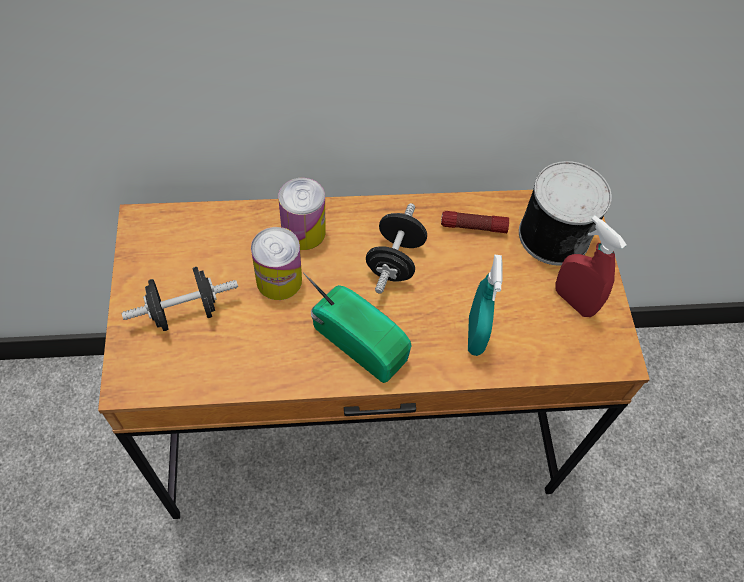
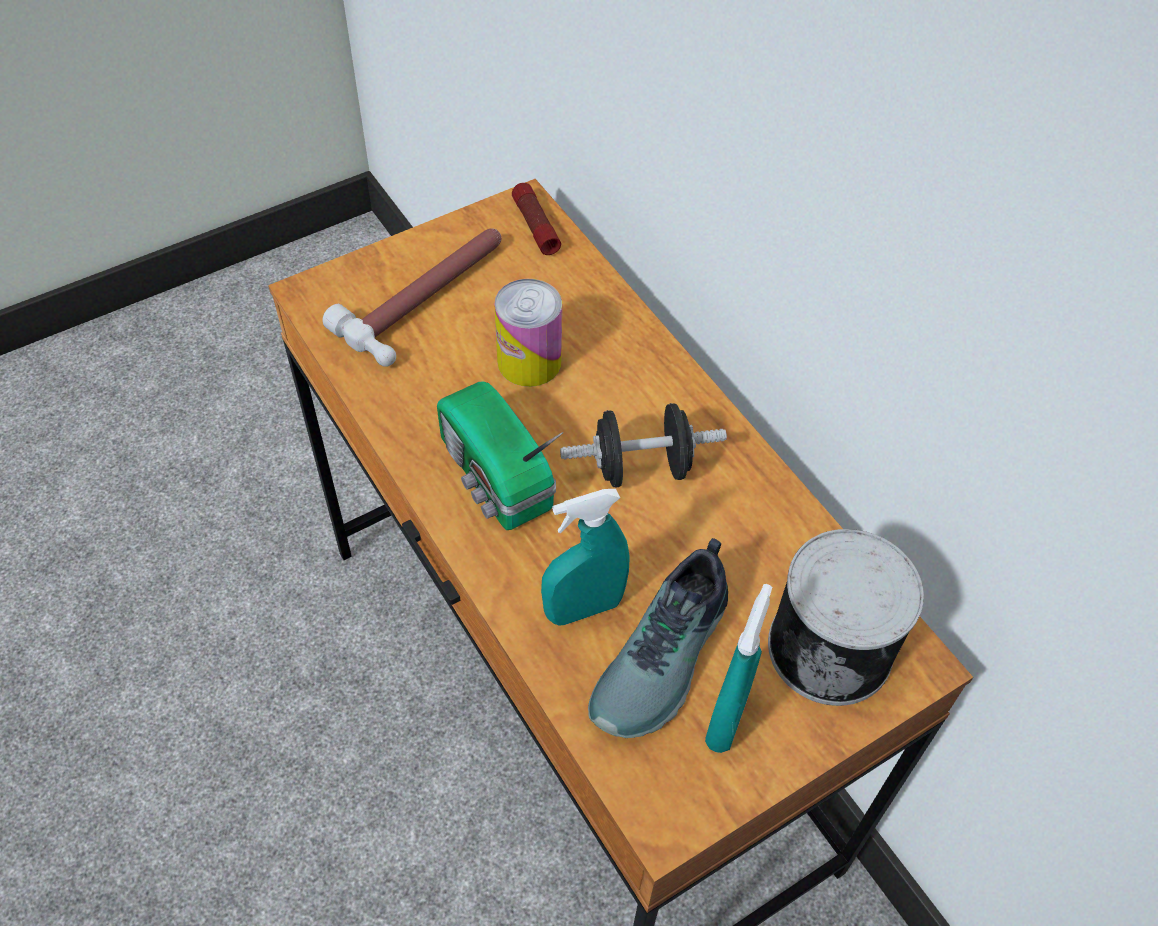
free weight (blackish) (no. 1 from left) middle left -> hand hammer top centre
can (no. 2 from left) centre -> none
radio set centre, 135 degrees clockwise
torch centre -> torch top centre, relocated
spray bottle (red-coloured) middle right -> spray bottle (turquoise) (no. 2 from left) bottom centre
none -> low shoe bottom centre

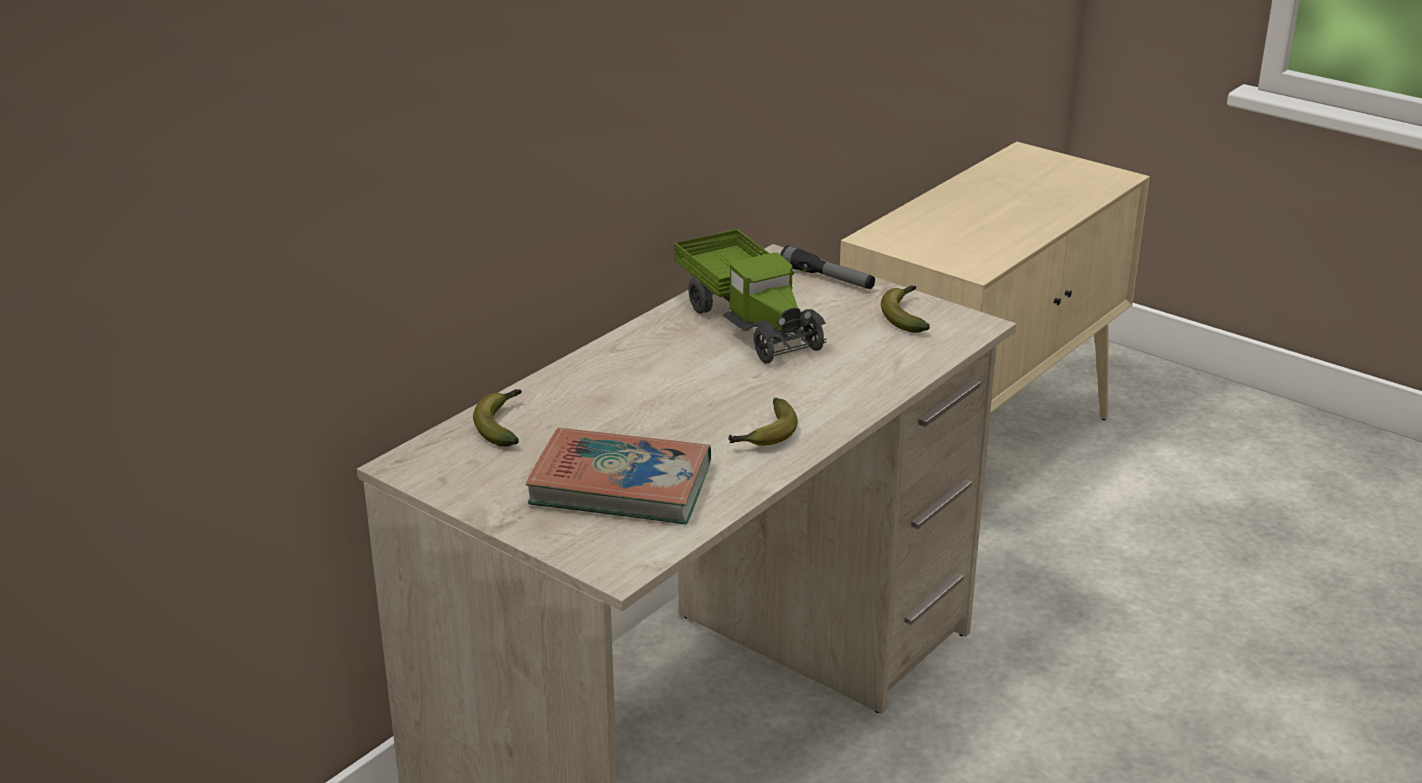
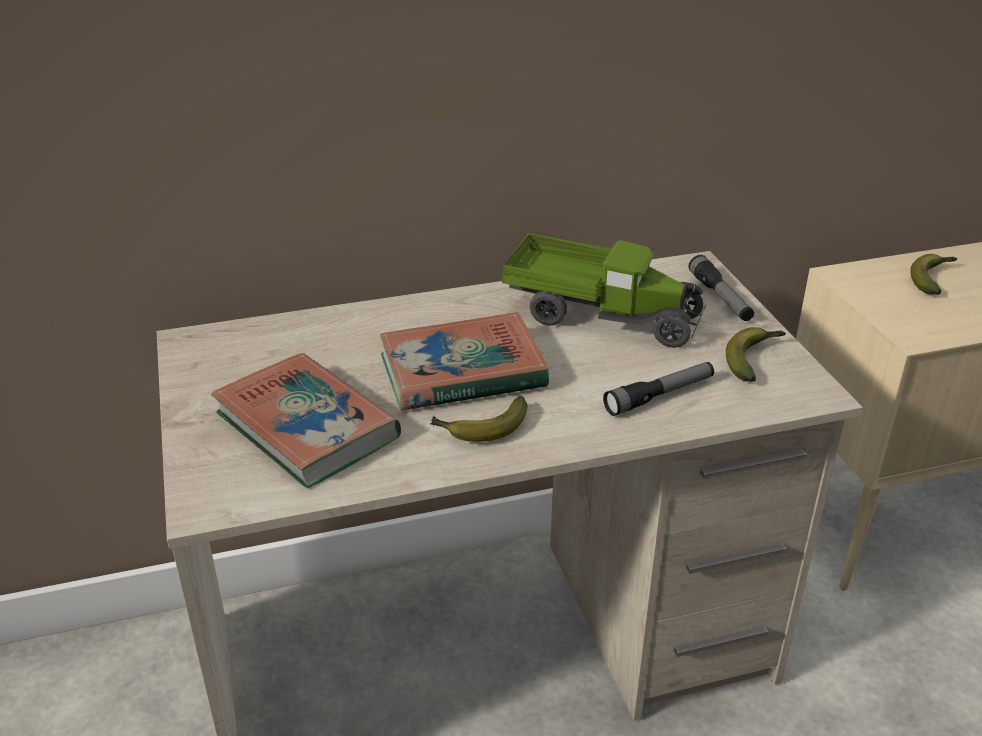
banana (no. 1 from left in the first image) centre -> banana (no. 3 from left) middle right, relocated
toy truck centre, 75 degrees counterclockwise
none -> book (no. 2 from left) centre
none -> torch (no. 1 from left) middle right

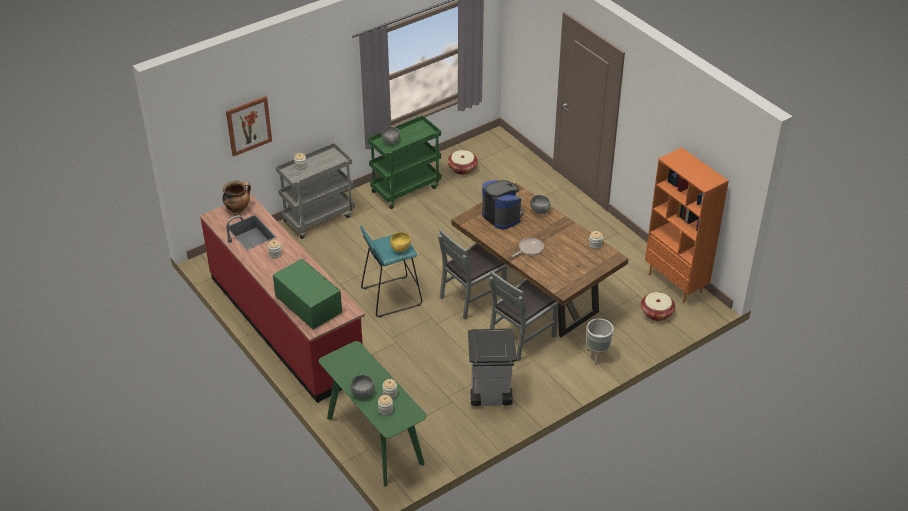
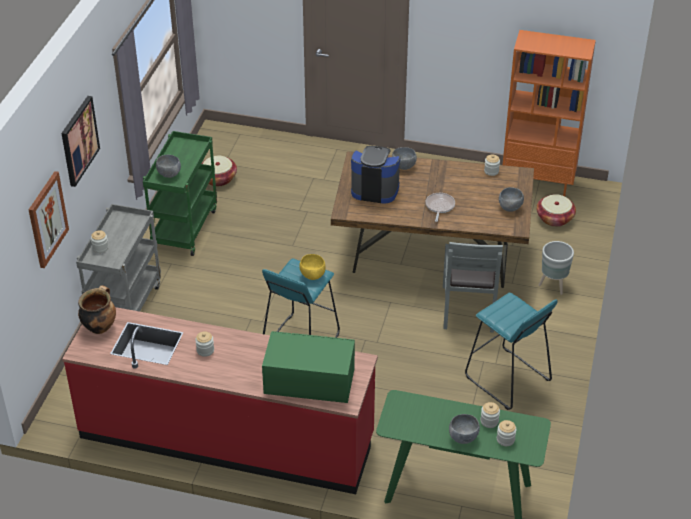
plain chair (greyish) (no. 1 from left) centre -> none
waste bin (greyish) bottom centre -> sitting stool (turquoise) (no. 2 from left) bottom right
none -> wall picture (no. 2 from left) top left
none -> bowl (greyish) (no. 4 from left) middle right

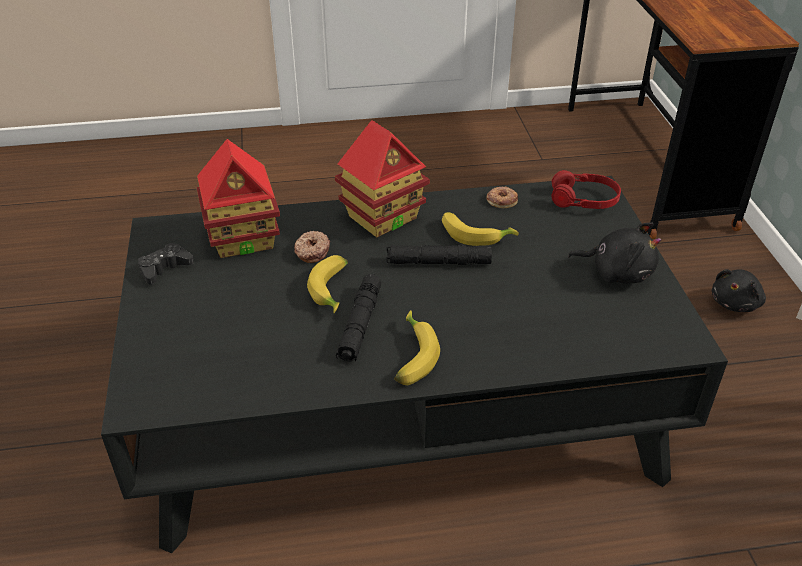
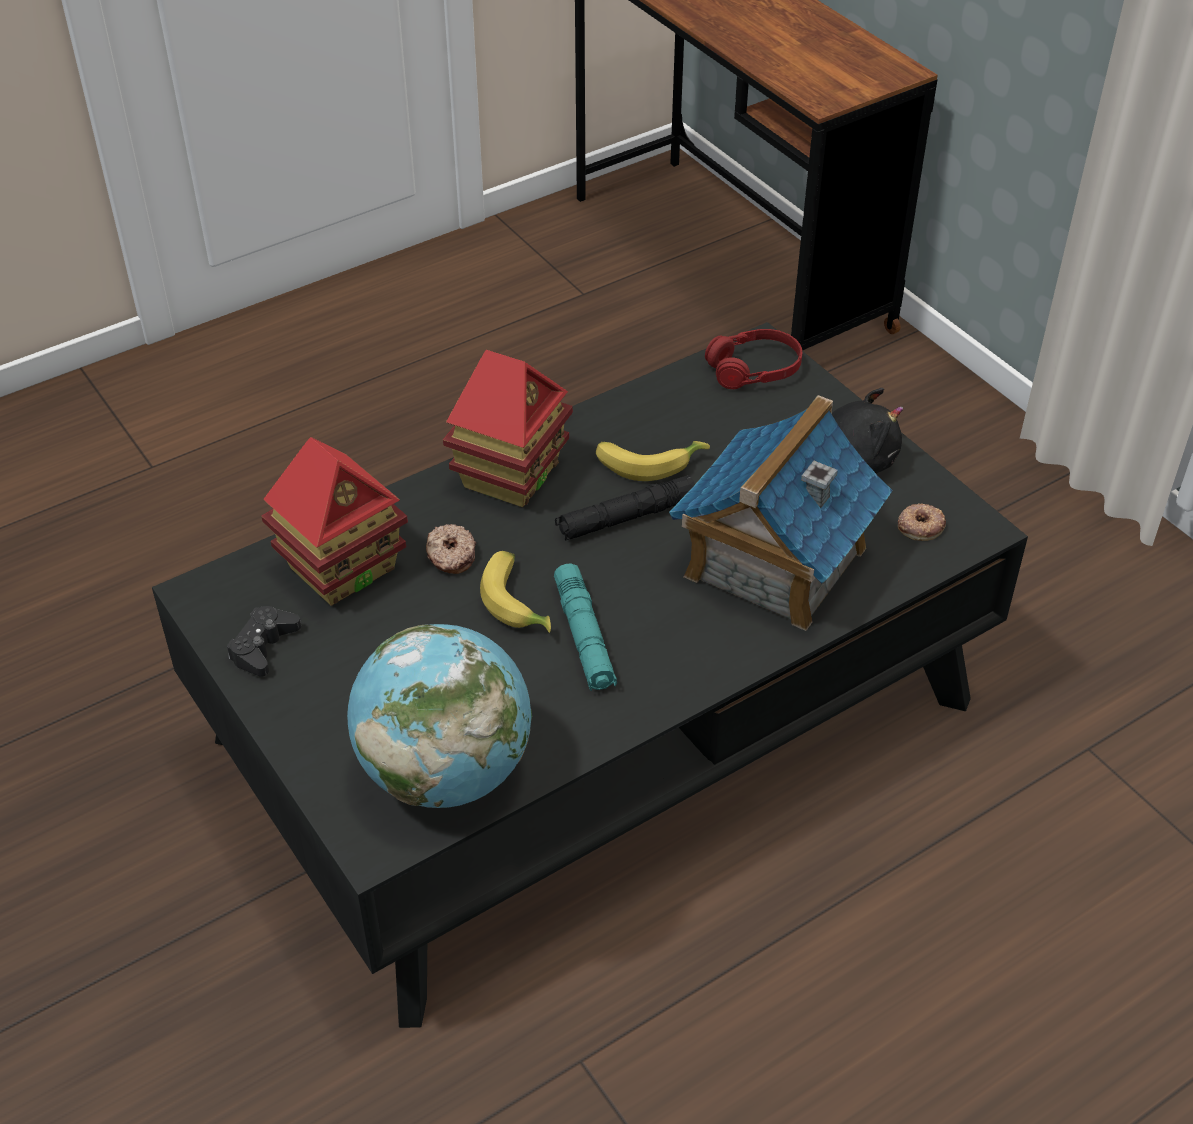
torch (blackish) (no. 1 from left) centre -> torch (turquoise) centre
banana (no. 2 from left) centre -> none
ring doughnut (no. 2 from left) centre -> ring doughnut (no. 2 from left) middle right, relocated
plush toy (blackish) (no. 2 from left) middle right -> none
none -> world globe centre
none -> model house (no. 3 from left) centre

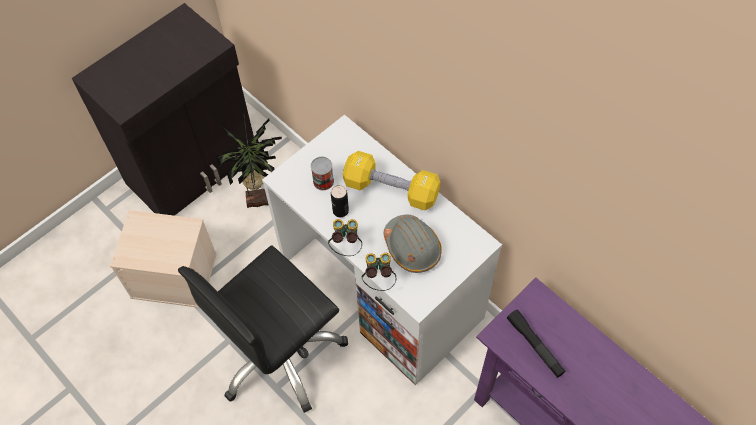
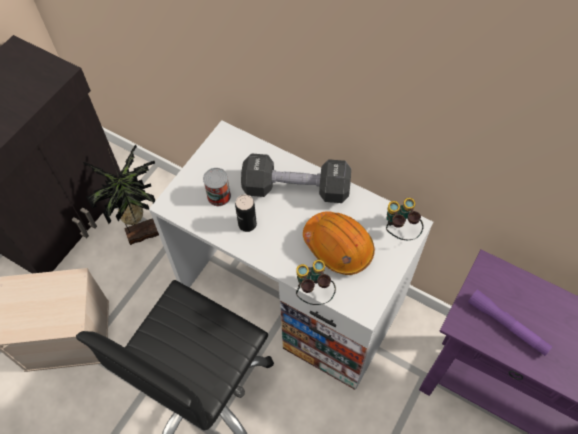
binoculars (no. 1 from left in the first image) centre -> binoculars (no. 2 from left) middle right, relocated
free weight (yellow-coloured) centre -> free weight (blackish) centre
safety helmet (greyish) centre -> safety helmet (orange-coloured) centre
torch (blackish) bottom right -> torch (purple-coloured) bottom right

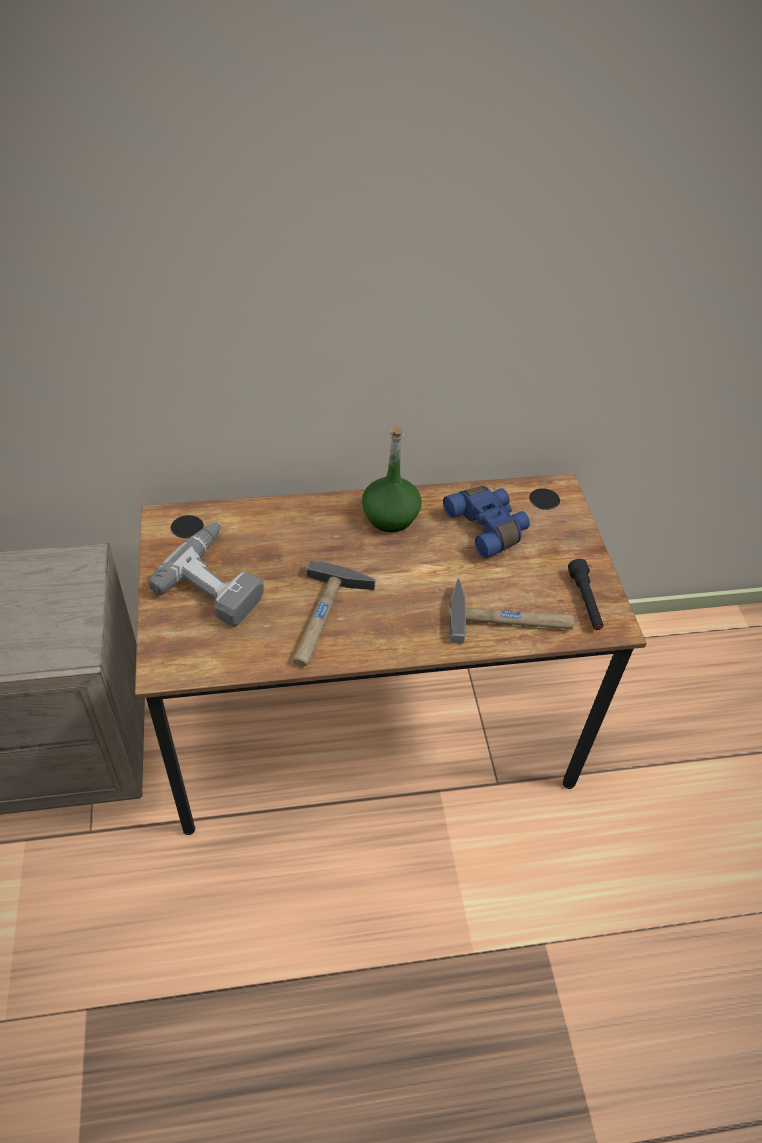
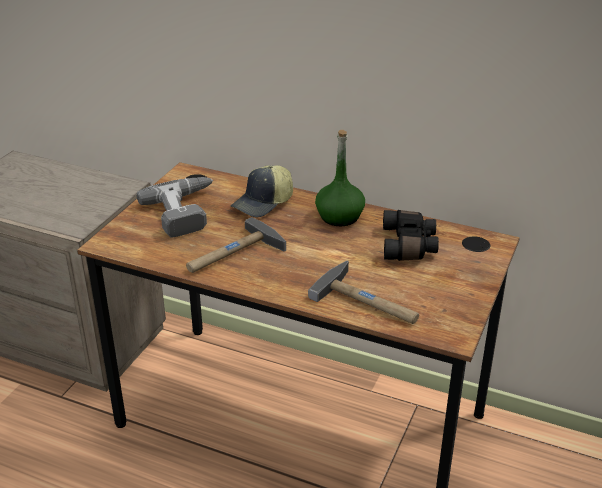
binoculars (bluish) centre -> binoculars (blackish) middle right
torch (blackish) middle right -> none
none -> baseball cap centre

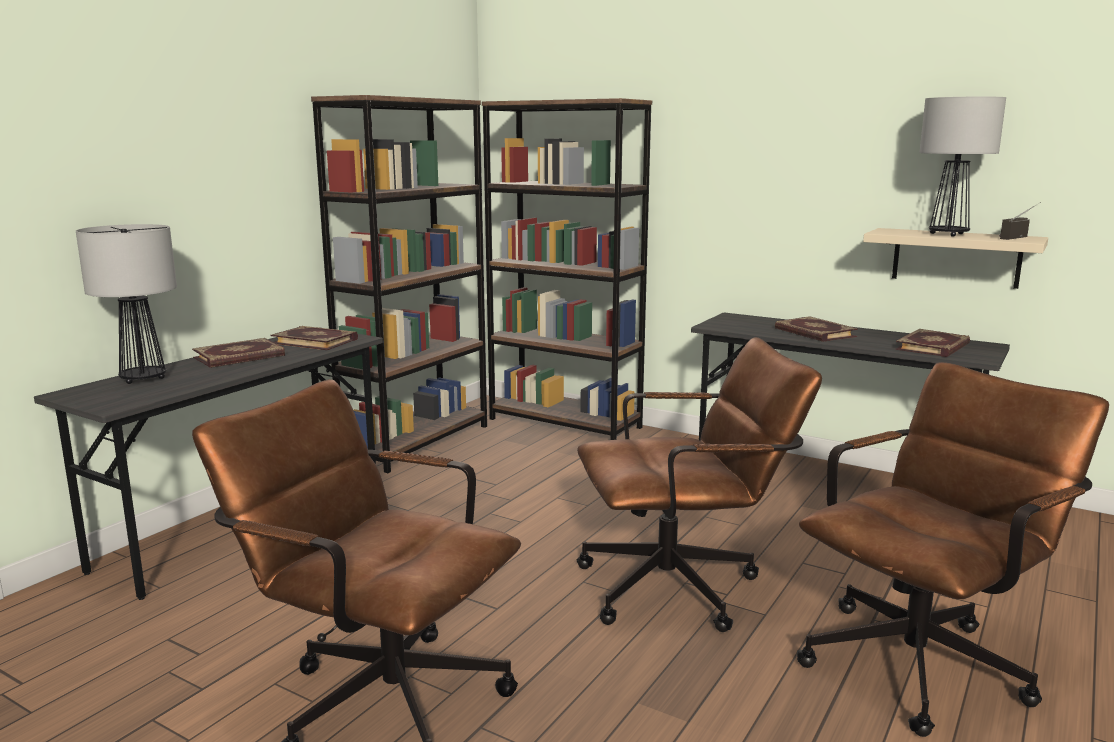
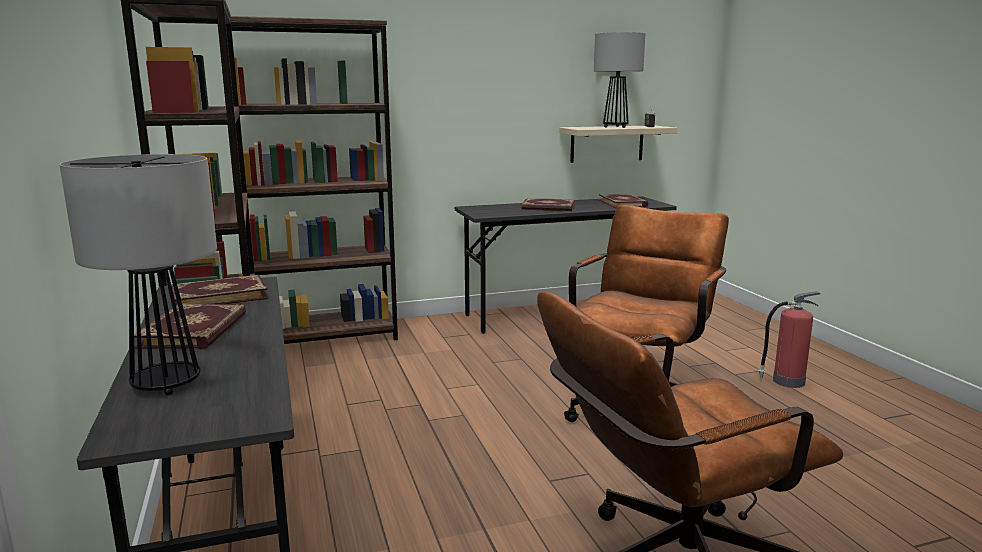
office chair (brown) (no. 3 from left) bottom right -> fire extinguisher middle right

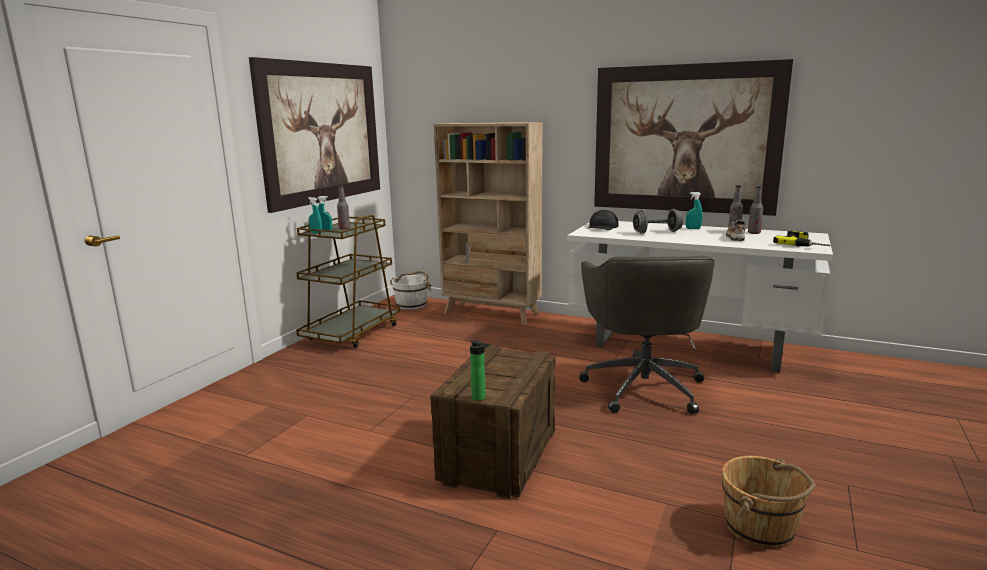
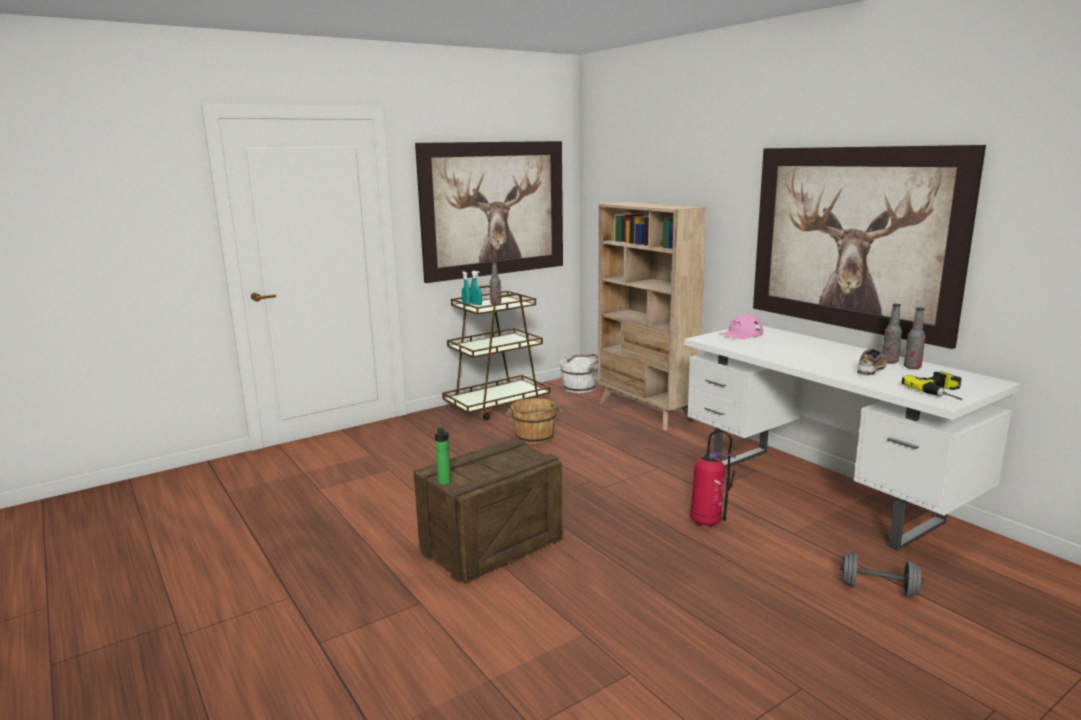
office chair (greyish) centre -> fire extinguisher centre
baseball cap (blackish) centre -> baseball cap (pink-coloured) middle right
free weight (greyish) middle right -> free weight (greyish) bottom right, relocated
spray bottle (turquoise) (no. 3 from left) middle right -> none
water bucket (brown) bottom right -> water bucket (brown) centre, relocated

